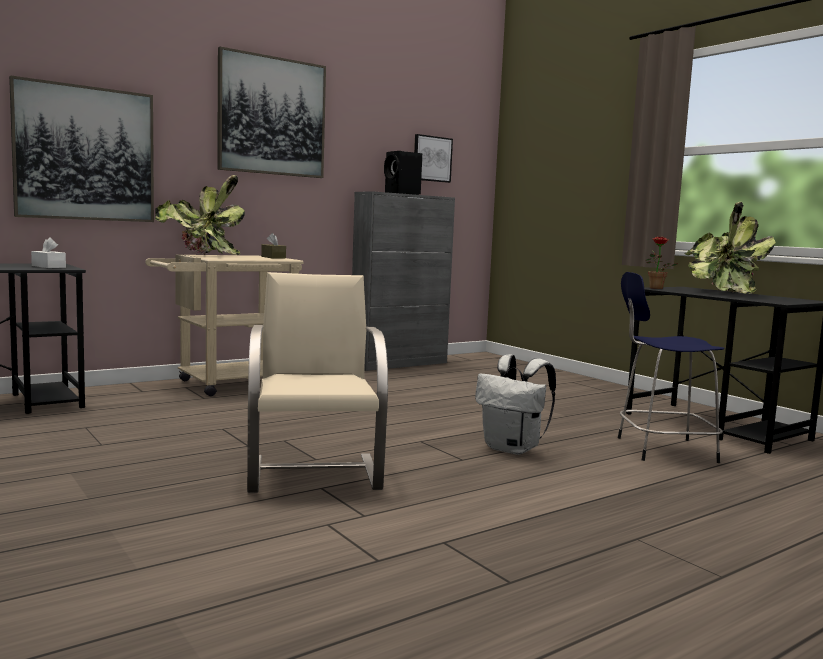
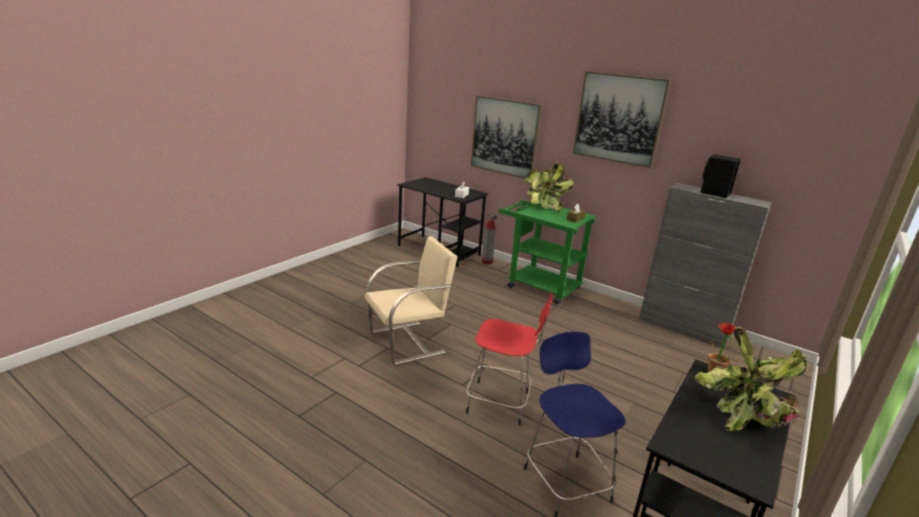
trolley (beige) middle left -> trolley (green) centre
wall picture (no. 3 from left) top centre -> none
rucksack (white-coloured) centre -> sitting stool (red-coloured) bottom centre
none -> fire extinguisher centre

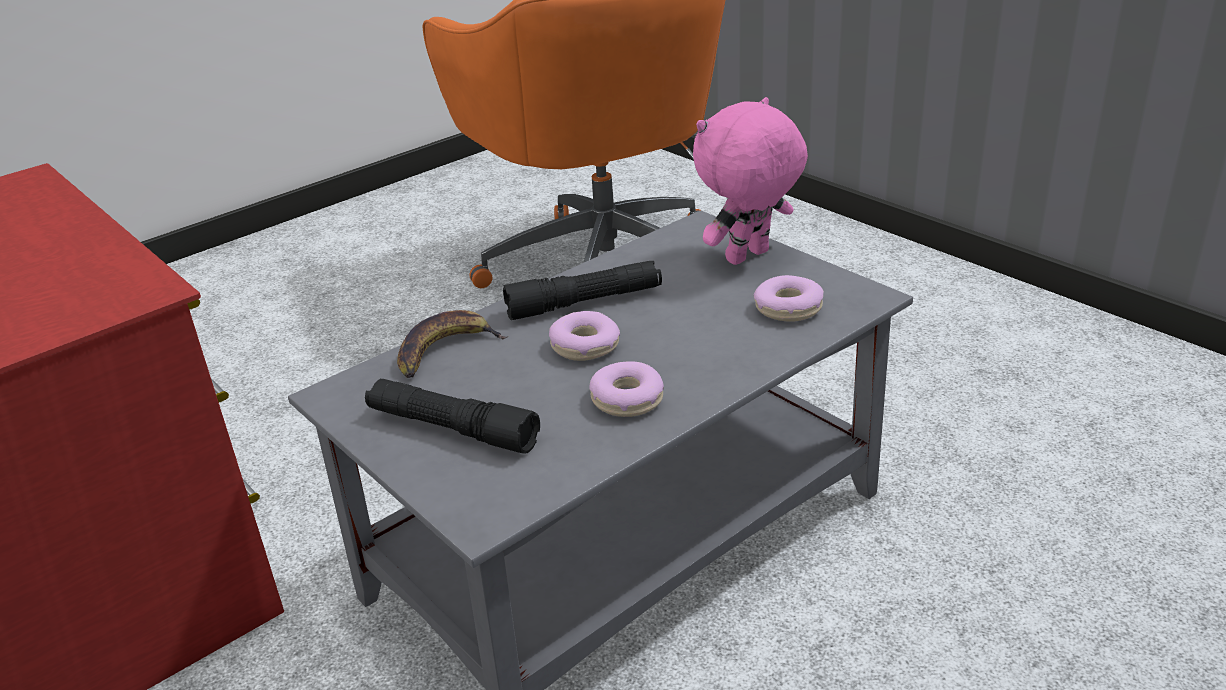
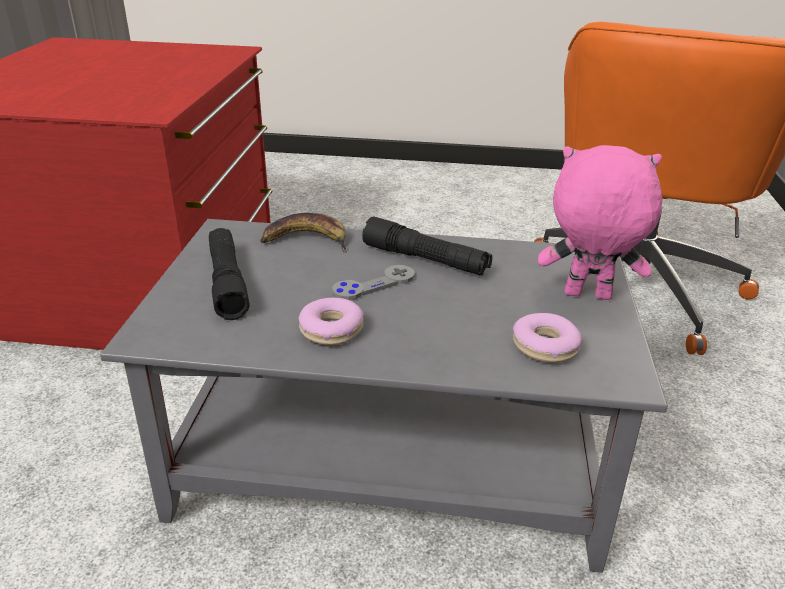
ring doughnut (no. 1 from left) centre -> gamepad (greyish) centre

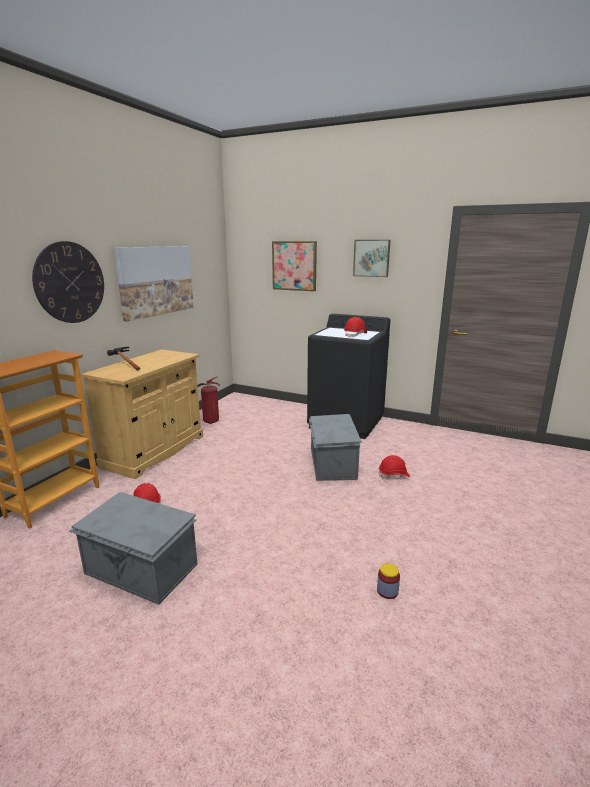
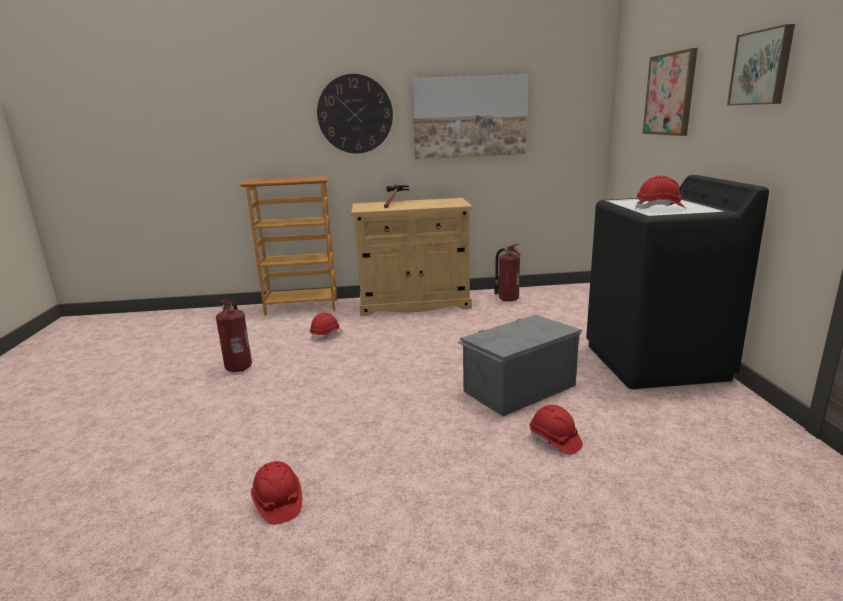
storage bin (greyish) (no. 1 from left) bottom left -> fire extinguisher (no. 1 from left) middle left
storage jar bottom centre -> safety helmet (red-coloured) (no. 1 from left) bottom left

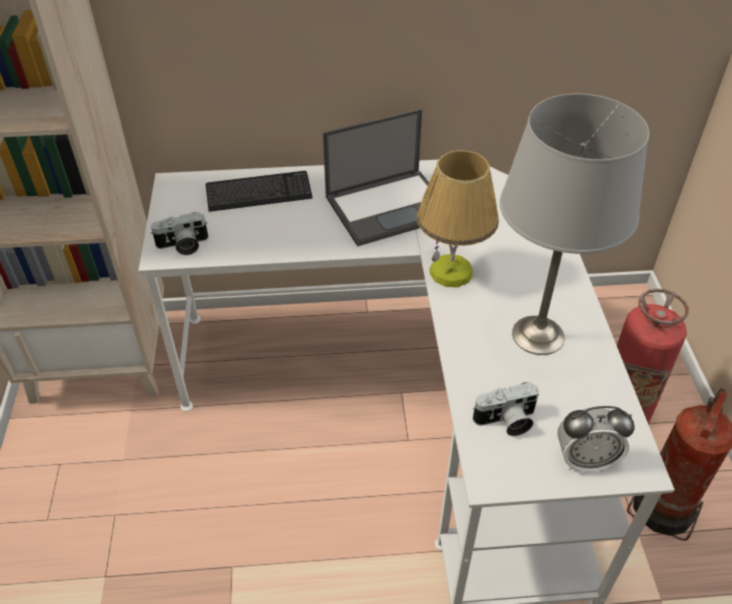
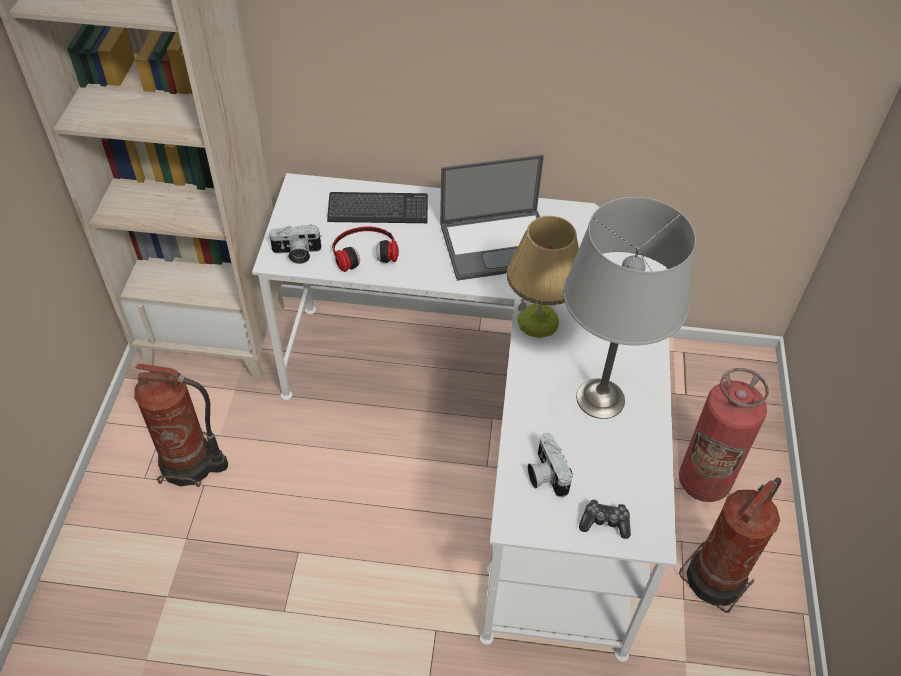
still camera (no. 2 from left) bottom right -> still camera (no. 2 from left) bottom centre, 75 degrees clockwise
alarm clock bottom right -> gamepad bottom right
none -> fire extinguisher (no. 1 from left) middle left
none -> headset centre

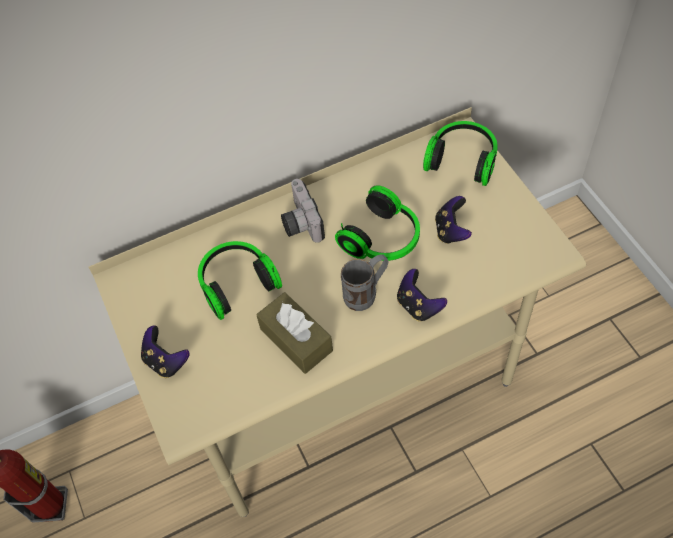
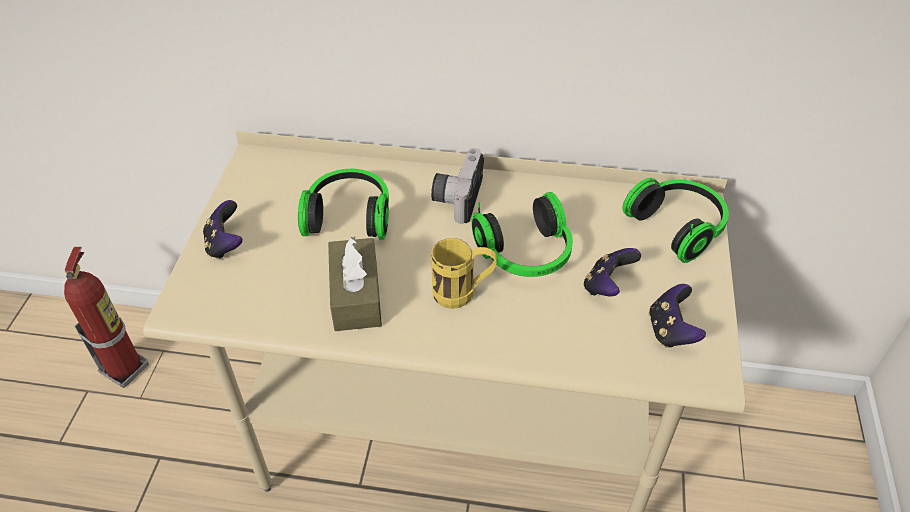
coffee mug (greyish) centre -> coffee mug (yellow-coloured) centre
gamepad (no. 2 from left in the first image) centre -> gamepad (no. 3 from left) middle right, relocated

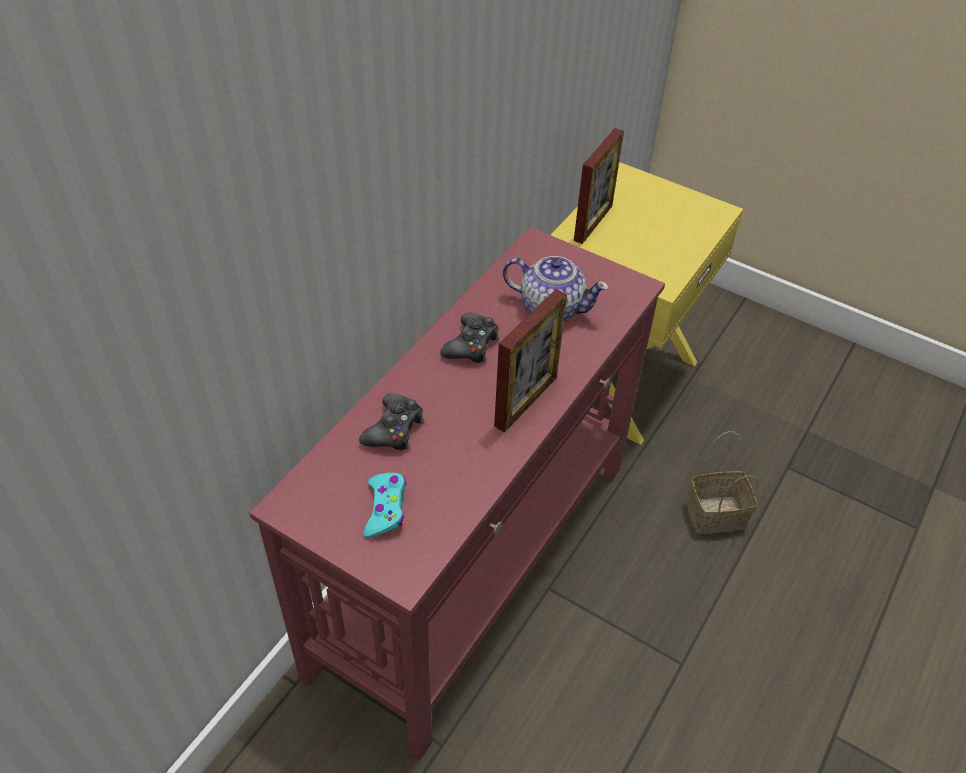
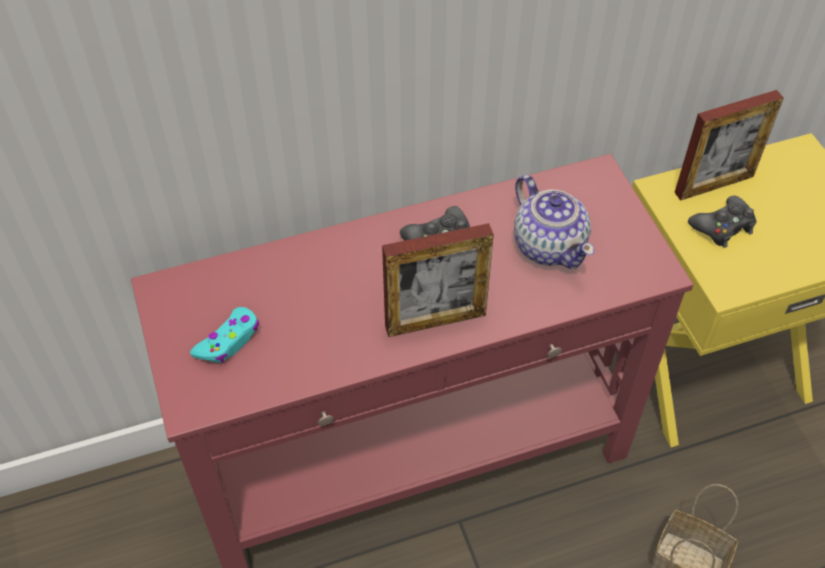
gamepad (blackish) (no. 1 from left in the first image) centre -> gamepad (blackish) (no. 2 from left) middle right, relocated

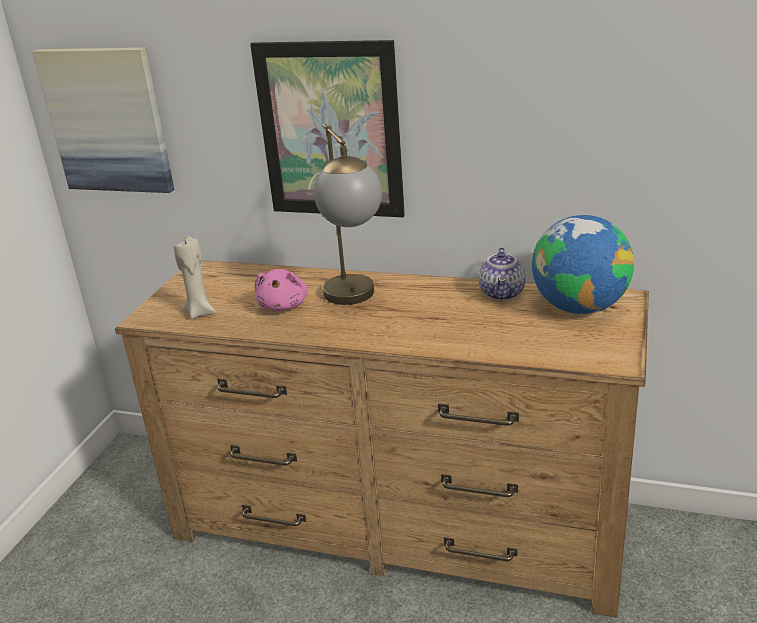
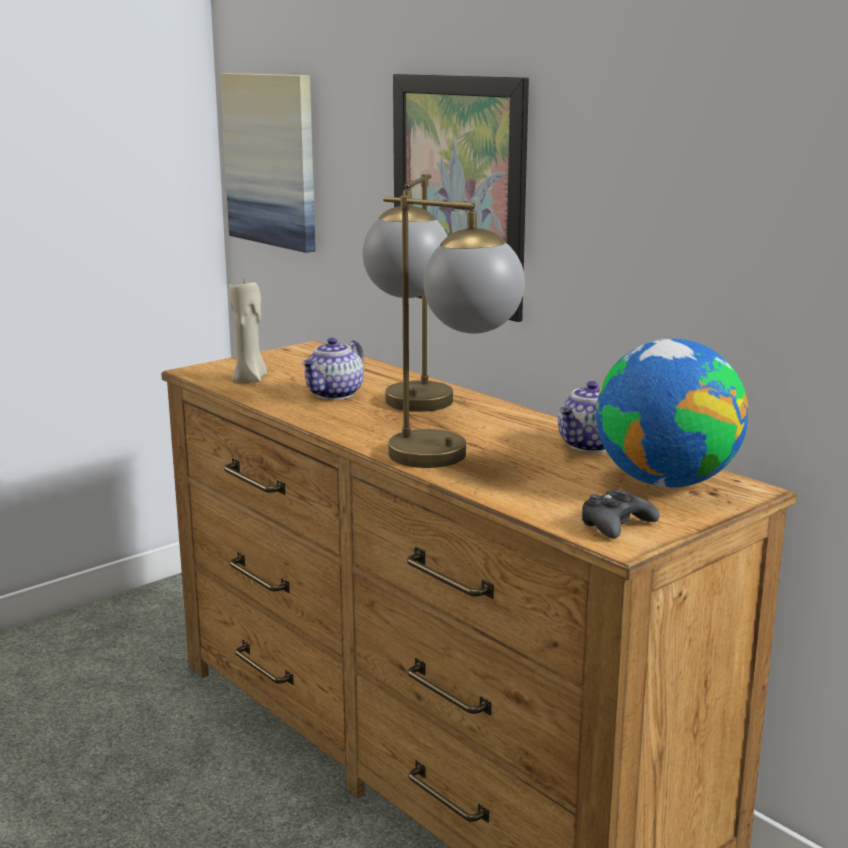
plush toy (pink-coloured) centre -> teapot (no. 1 from left) centre
none -> tabletop lamp (no. 2 from left) centre
none -> gamepad (blackish) middle right

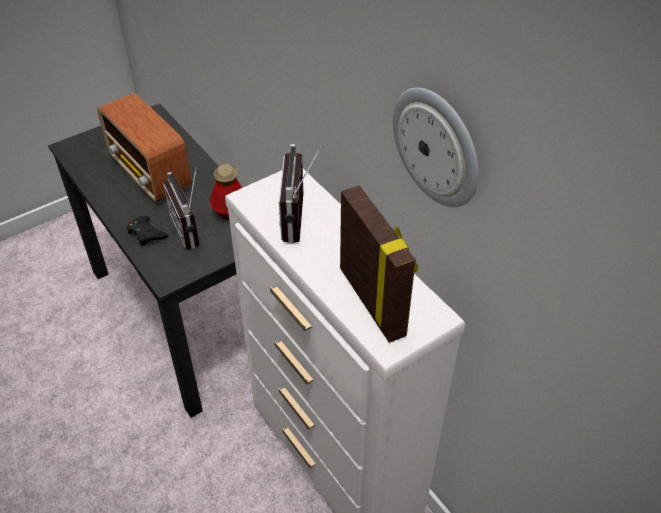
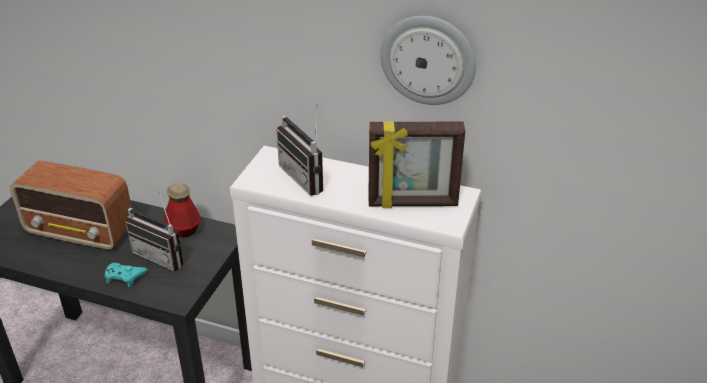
gamepad (blackish) middle left -> gamepad (turquoise) bottom left
picture frame centre, 150 degrees clockwise

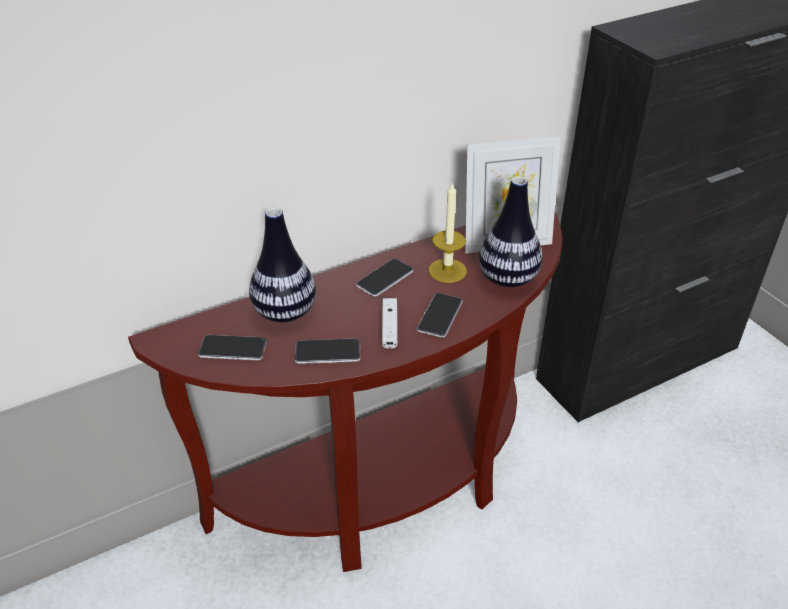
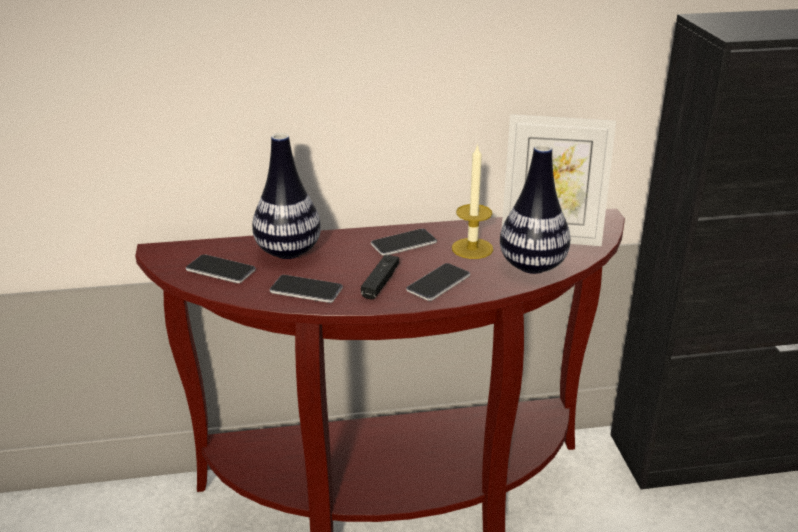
gamepad (white-coloured) centre -> gamepad (blackish) centre

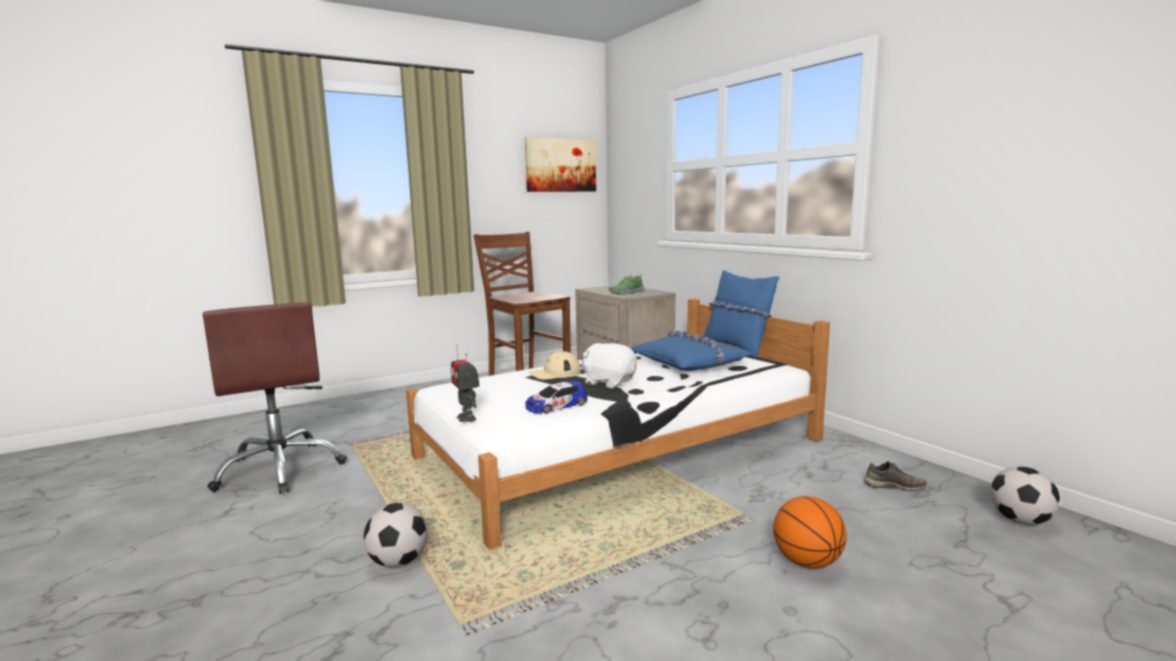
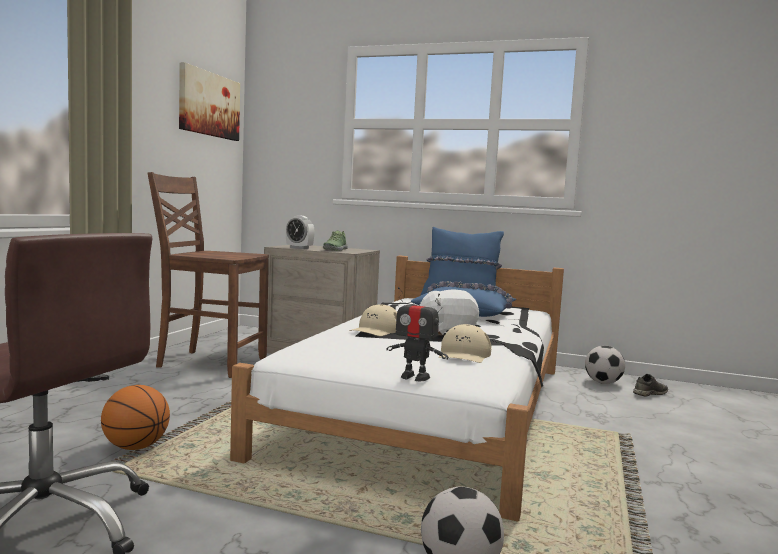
model car centre -> baseball cap (beige) (no. 2 from left) centre
ball for basketball bottom right -> ball for basketball bottom left, relocated
football (no. 2 from left) bottom right -> football (no. 2 from left) middle right, relocated
none -> alarm clock centre

